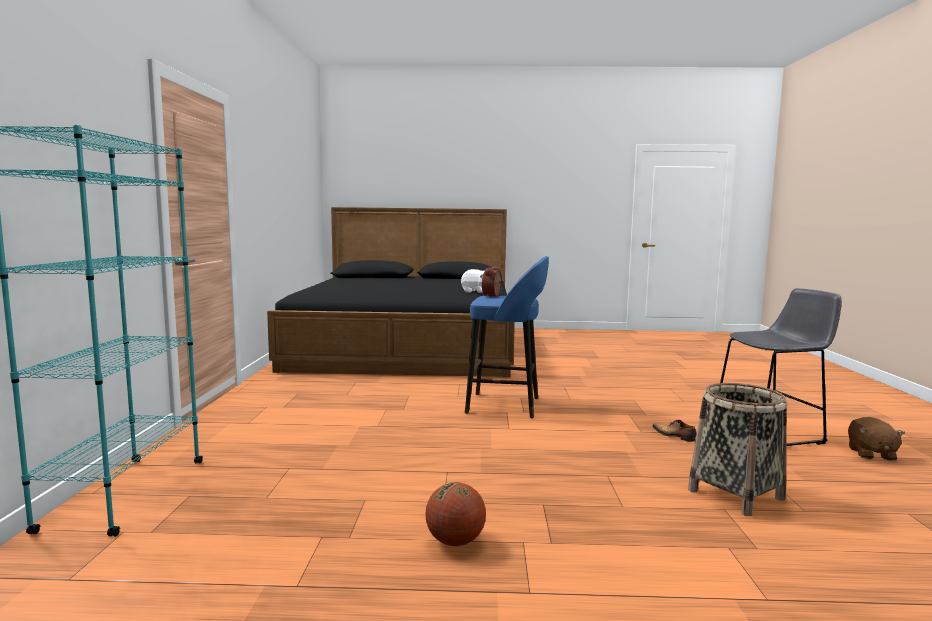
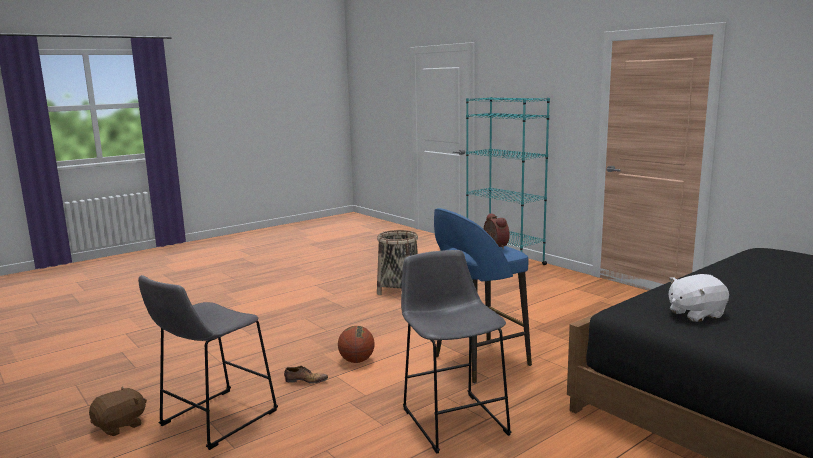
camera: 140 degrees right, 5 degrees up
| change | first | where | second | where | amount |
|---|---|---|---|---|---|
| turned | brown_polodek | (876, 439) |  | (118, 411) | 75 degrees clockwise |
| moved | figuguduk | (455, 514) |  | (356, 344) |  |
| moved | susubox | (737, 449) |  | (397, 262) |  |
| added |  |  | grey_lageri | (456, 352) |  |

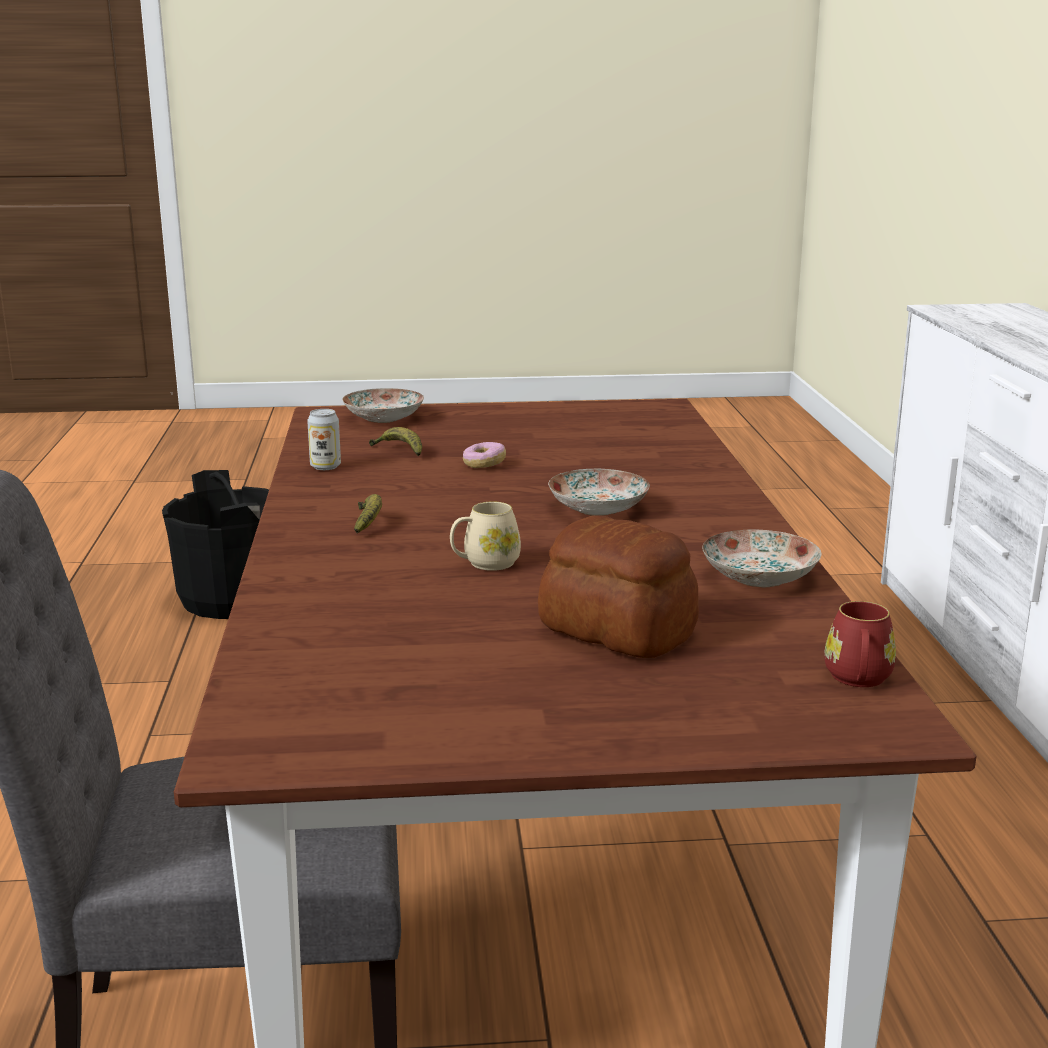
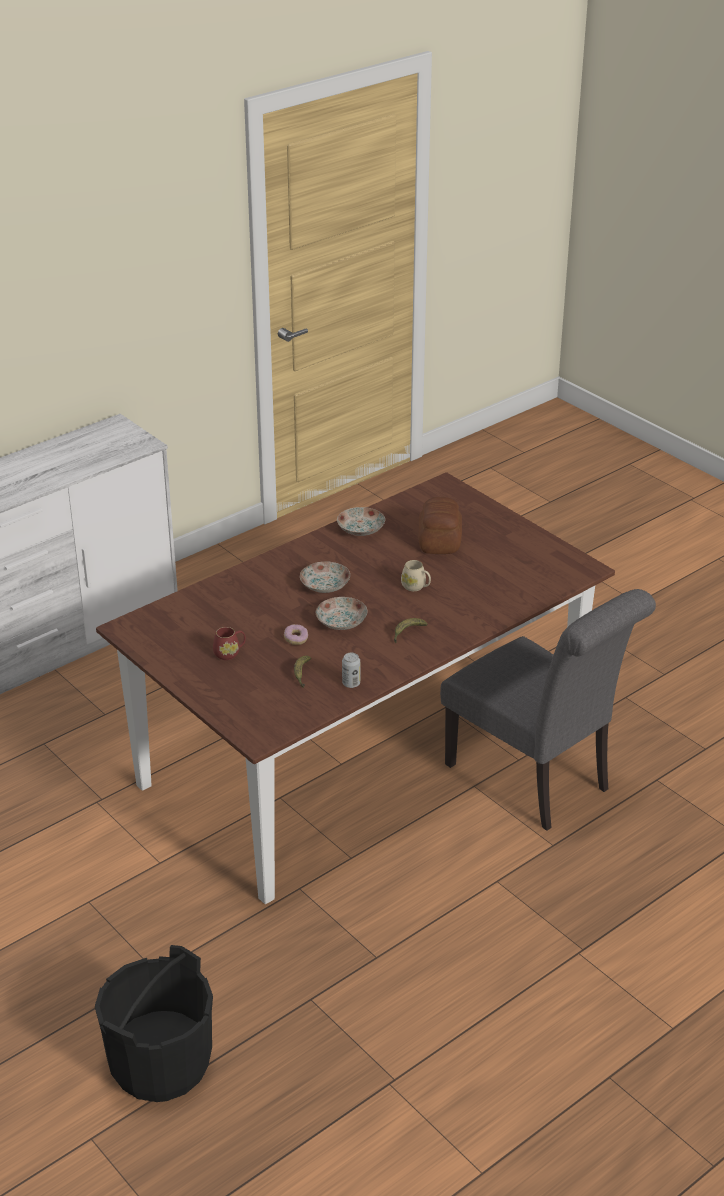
camera: 125 degrees left, 15 degrees up
| change | first | where | second | where | amount |
|---|---|---|---|---|---|
| moved | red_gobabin | (860, 644) |  | (229, 643) |  |
| moved | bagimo | (383, 405) |  | (341, 613) |  |

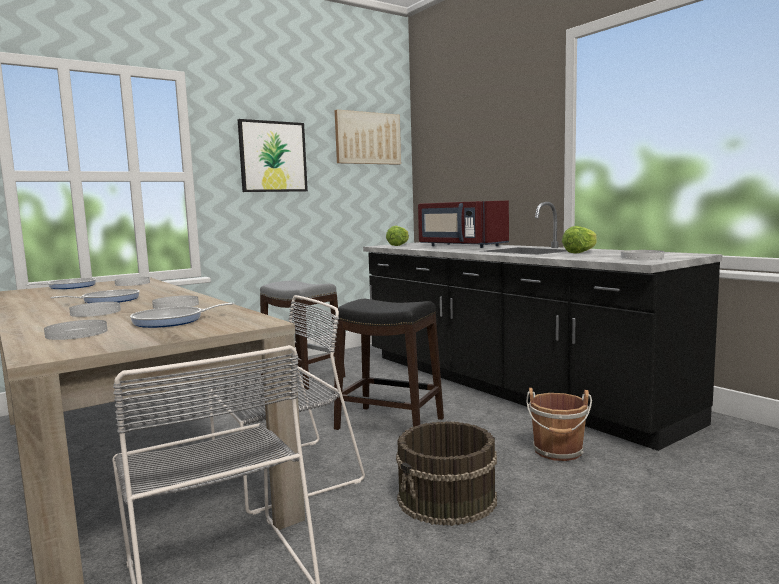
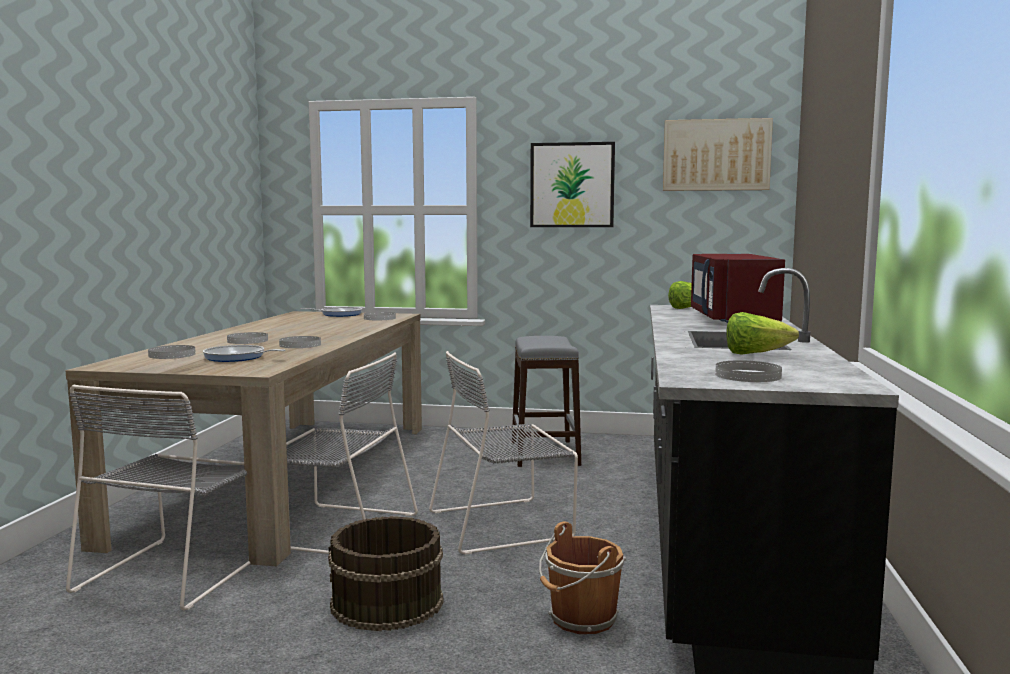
camera: 45 degrees right, 0 degrees up
| change | first | where | second | where | amount |
|---|---|---|---|---|---|
| replaced | black_lageri | (389, 364) | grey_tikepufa | (503, 453) |  |
| removed | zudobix | (95, 296) |  |  |  |

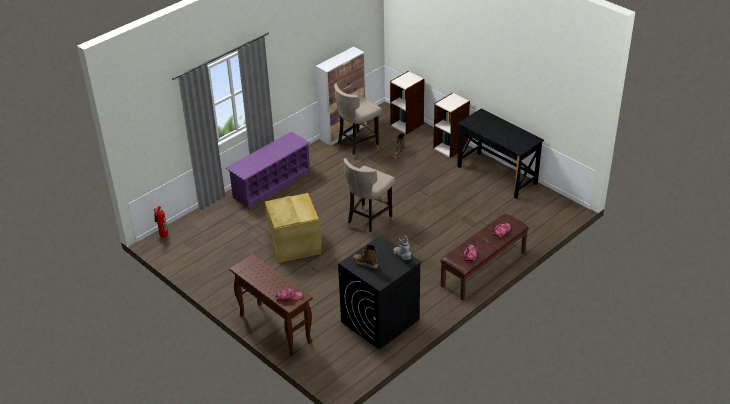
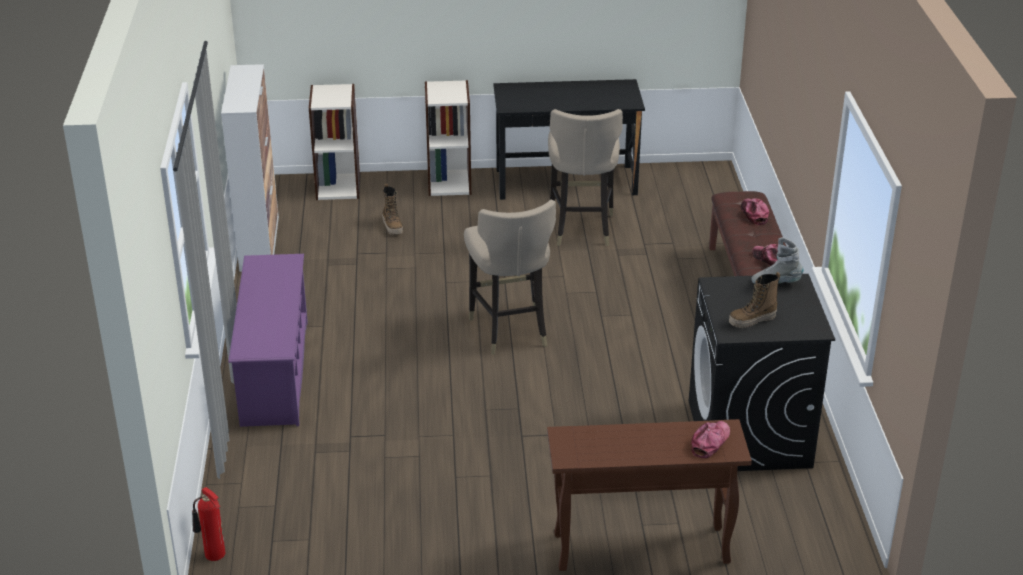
camera: 50 degrees left, 5 degrees down
| change | first | where | second | where | amount |
|---|---|---|---|---|---|
| moved | beige_lageri | (358, 121) |  | (585, 177) |  |
| removed | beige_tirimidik | (293, 228) |  |  |  |

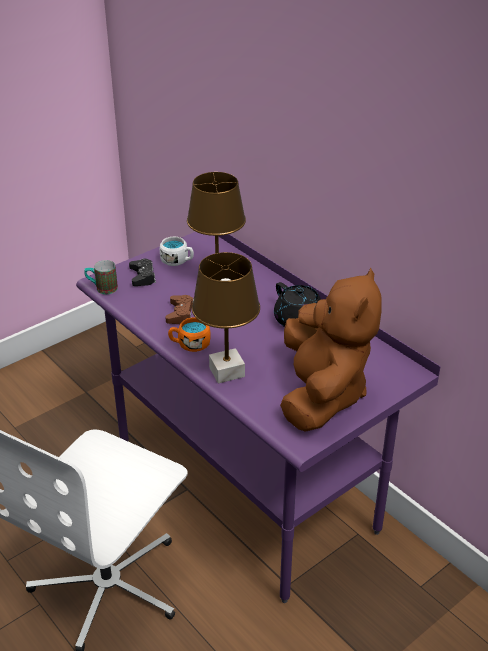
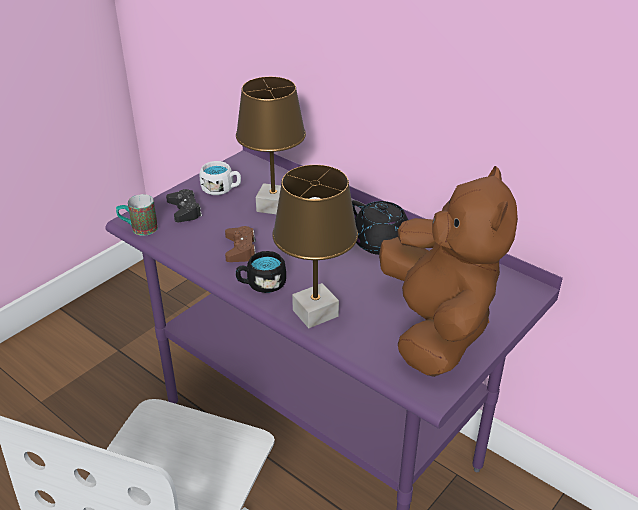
camera: 10 degrees left, 0 degrees up
| change | first | where | second | where | amount |
|---|---|---|---|---|---|
| recoloured | orange_gobabin | (189, 334) | black_gobabin | (261, 272) |  |

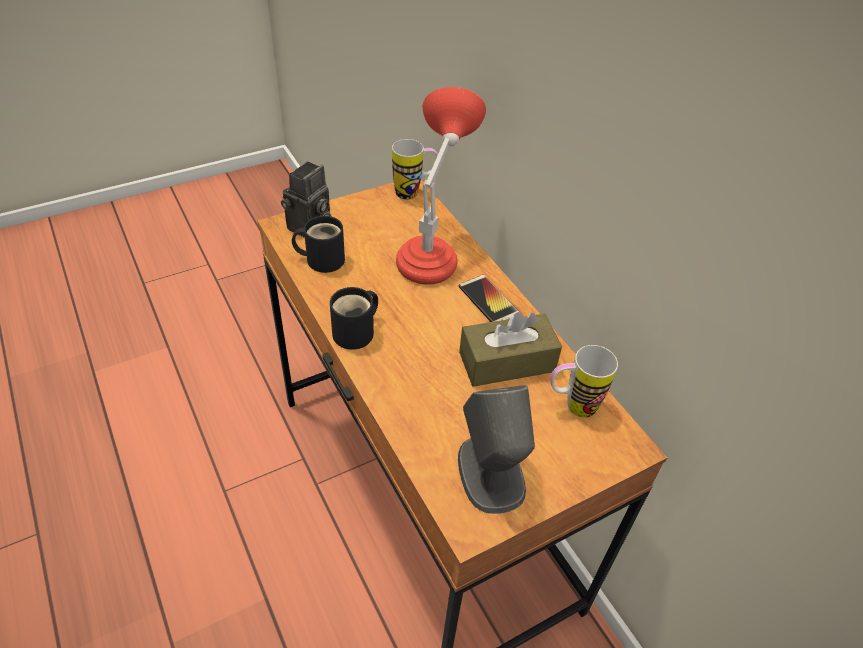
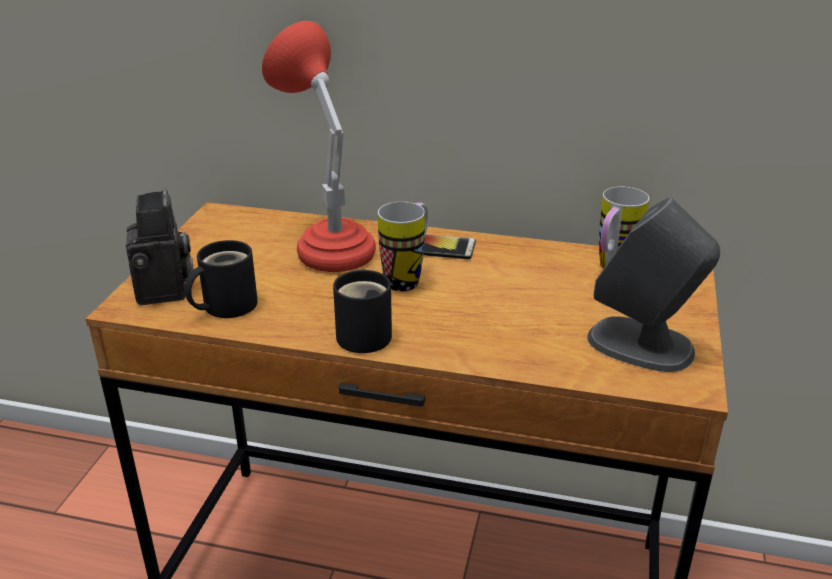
camera: 45 degrees left, 15 degrees down
| change | first | where | second | where | amount |
|---|---|---|---|---|---|
| moved | gobabin | (415, 169) |  | (403, 247) |  |
| removed | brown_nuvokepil | (510, 349) |  |  |  |

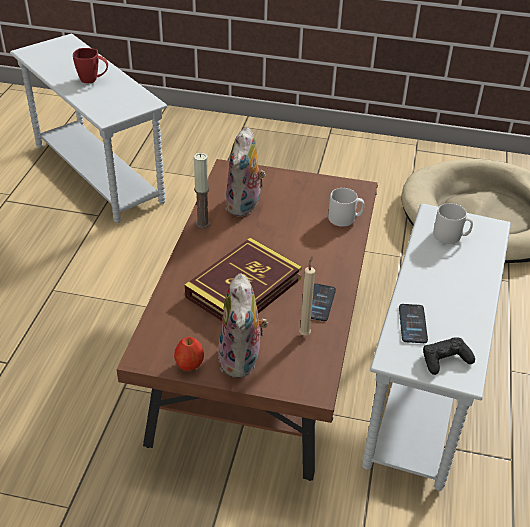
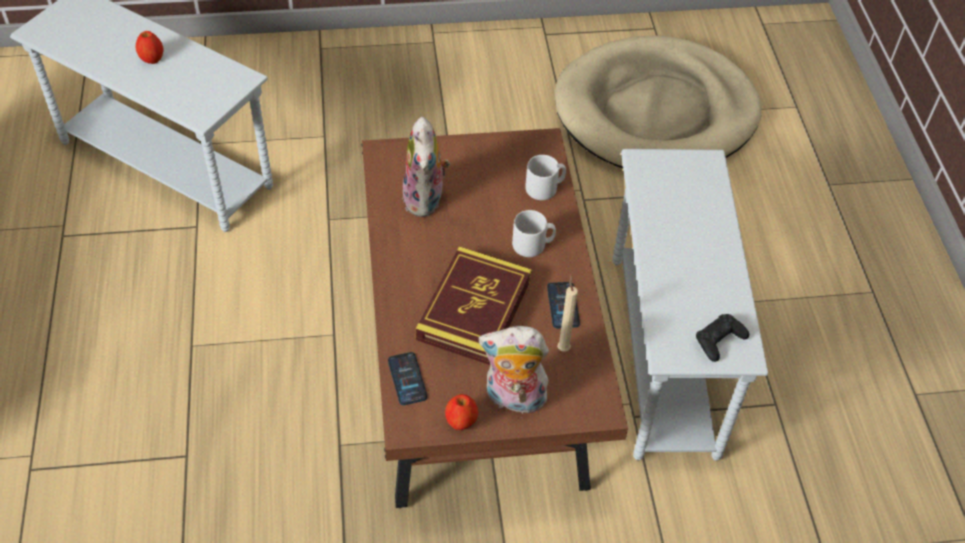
camera: 20 degrees left, 10 degrees up
| change | first | where | second | where | amount |
|---|---|---|---|---|---|
| replaced | red_gobabin | (90, 65) | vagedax | (149, 47) |  |
| moved | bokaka | (413, 323) |  | (407, 378) |  |
| turned | polodek | (243, 326) |  | (513, 370) | 120 degrees clockwise |
| moved | grey_gobabin | (453, 223) |  | (534, 233) |  |
| removed | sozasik | (202, 190) |  |  |  |

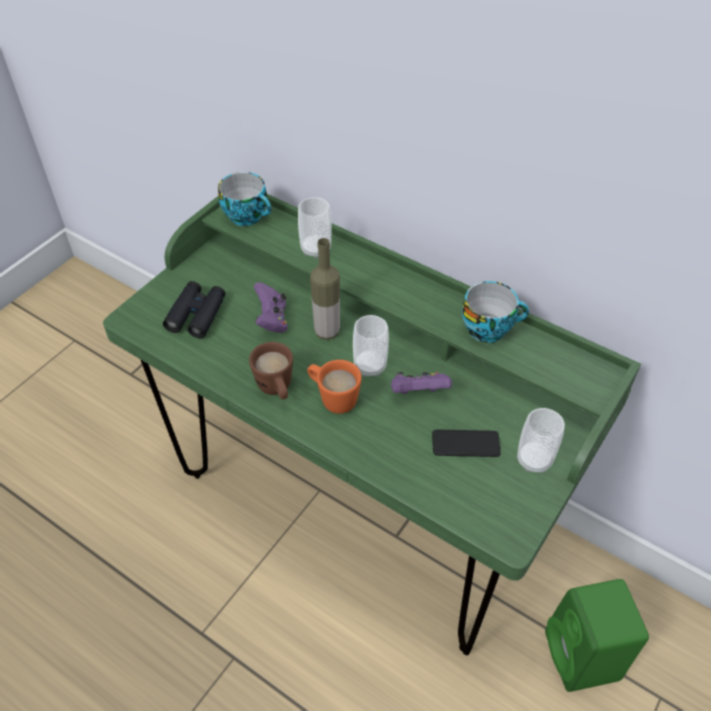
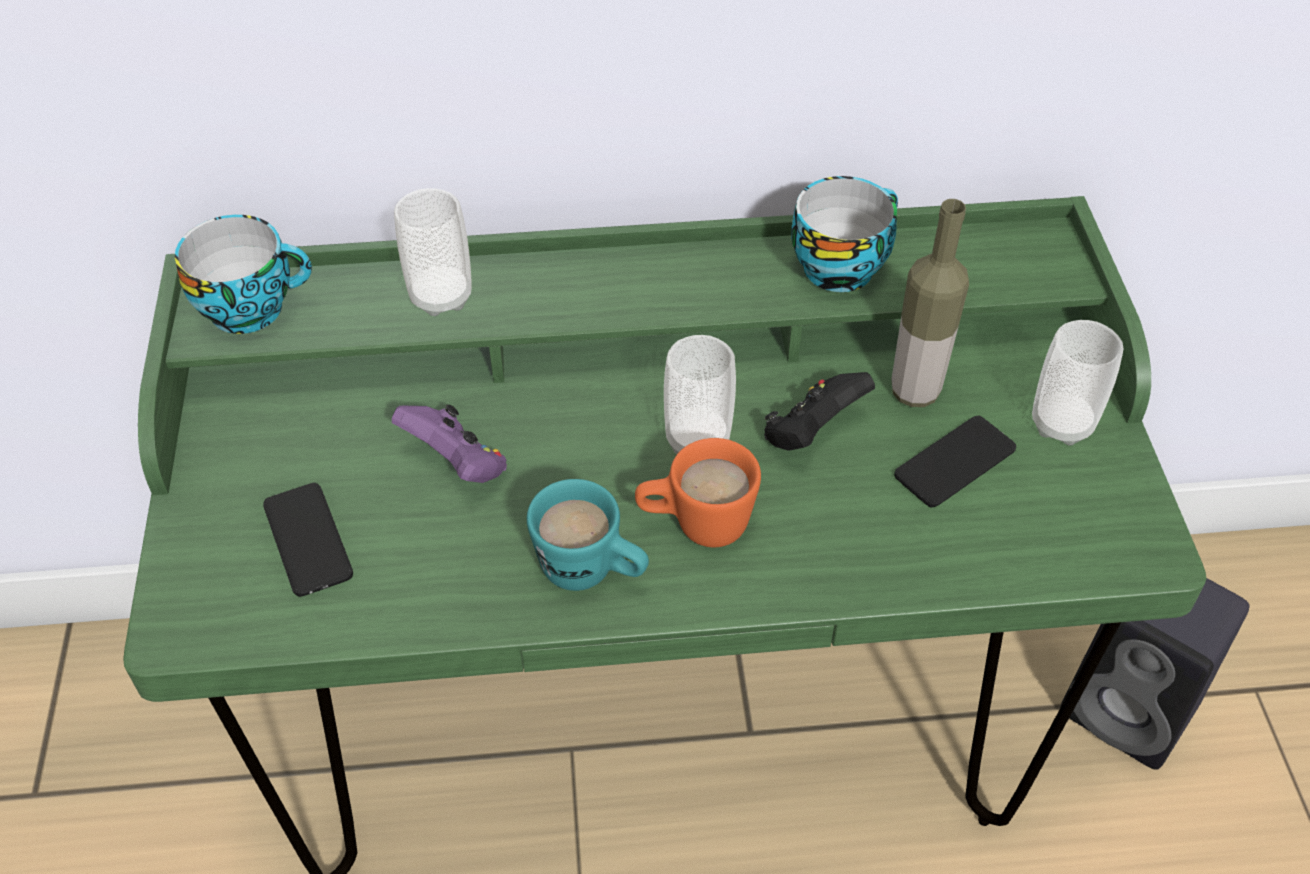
camera: 40 degrees left, 0 degrees up
| change | first | where | second | where | amount |
|---|---|---|---|---|---|
| replaced | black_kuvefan | (194, 309) | bokaka | (308, 540) |  |
| recoloured | brown_gobabin | (271, 370) | turquoise_gobabin | (588, 535) |  |
| recoloured | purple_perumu | (421, 383) | black_perumu | (819, 411) |  |
| moved | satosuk | (325, 289) |  | (930, 303) |  |
| recoloured | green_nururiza | (597, 635) | black_nururiza | (1155, 674) |  |

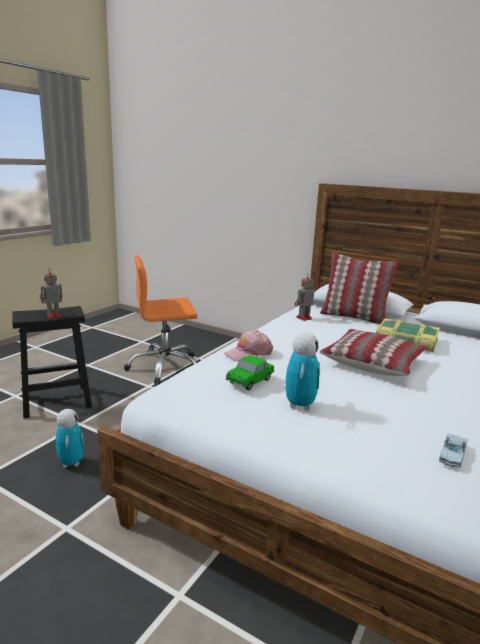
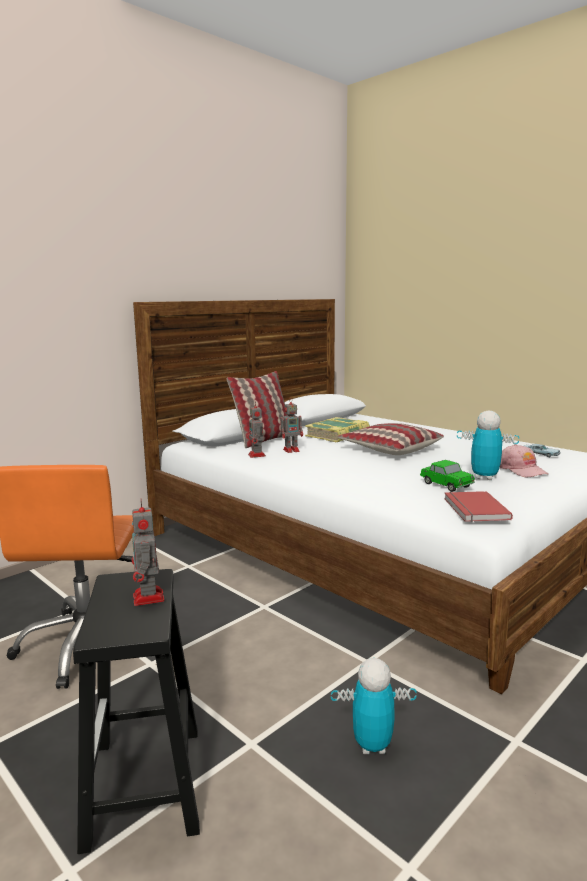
camera: 75 degrees left, 5 degrees down
| change | first | where | second | where | amount |
|---|---|---|---|---|---|
| added |  |  | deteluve | (291, 425) |  |
| added |  |  | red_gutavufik | (478, 506) |  |
| moved | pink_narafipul | (248, 346) |  | (524, 460) |  |

